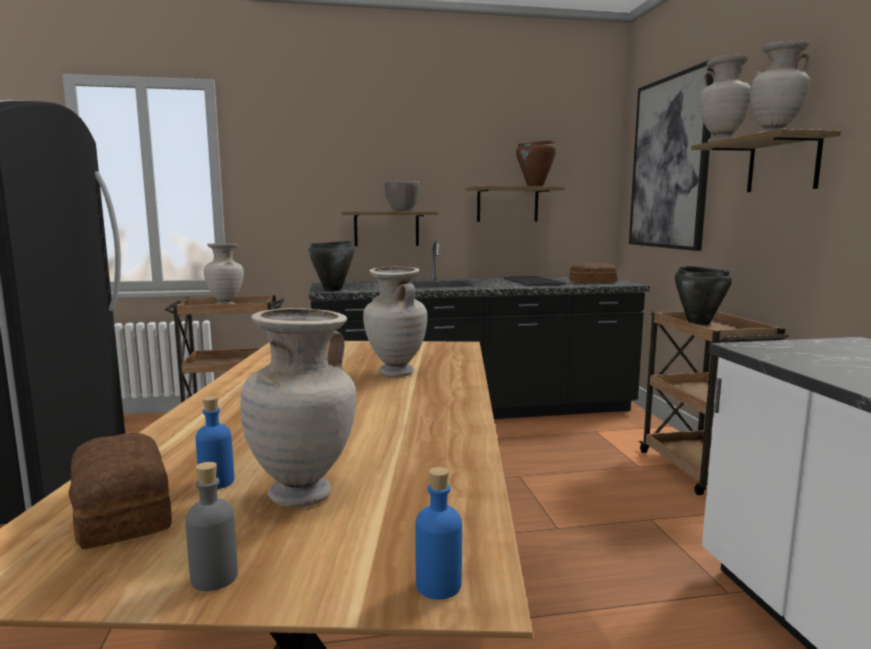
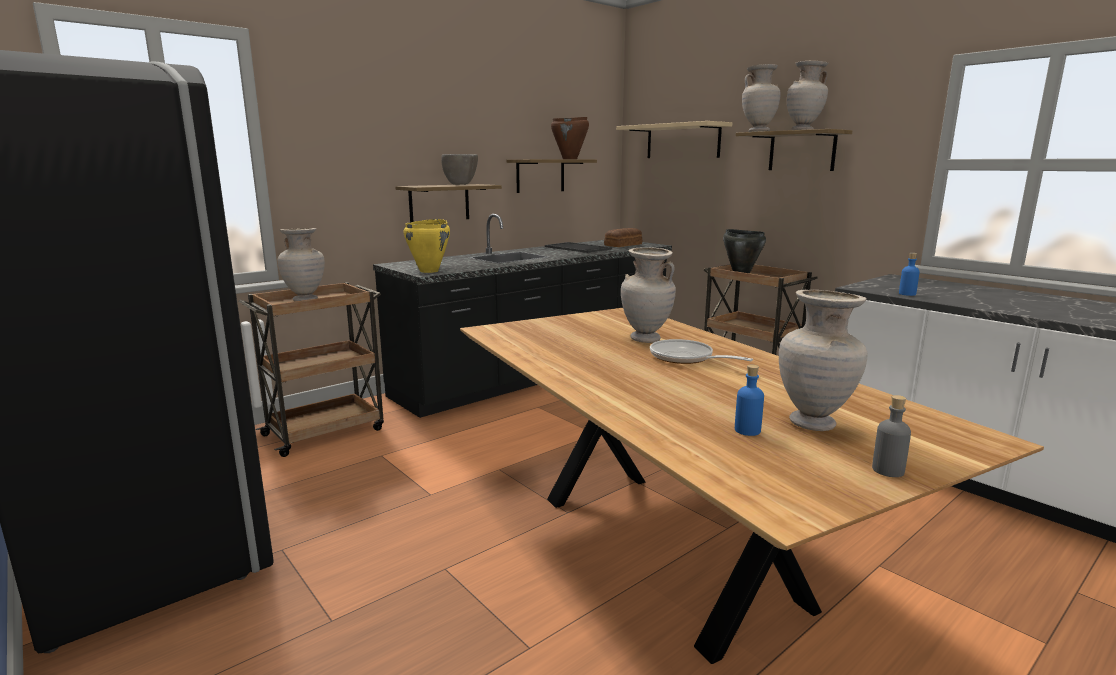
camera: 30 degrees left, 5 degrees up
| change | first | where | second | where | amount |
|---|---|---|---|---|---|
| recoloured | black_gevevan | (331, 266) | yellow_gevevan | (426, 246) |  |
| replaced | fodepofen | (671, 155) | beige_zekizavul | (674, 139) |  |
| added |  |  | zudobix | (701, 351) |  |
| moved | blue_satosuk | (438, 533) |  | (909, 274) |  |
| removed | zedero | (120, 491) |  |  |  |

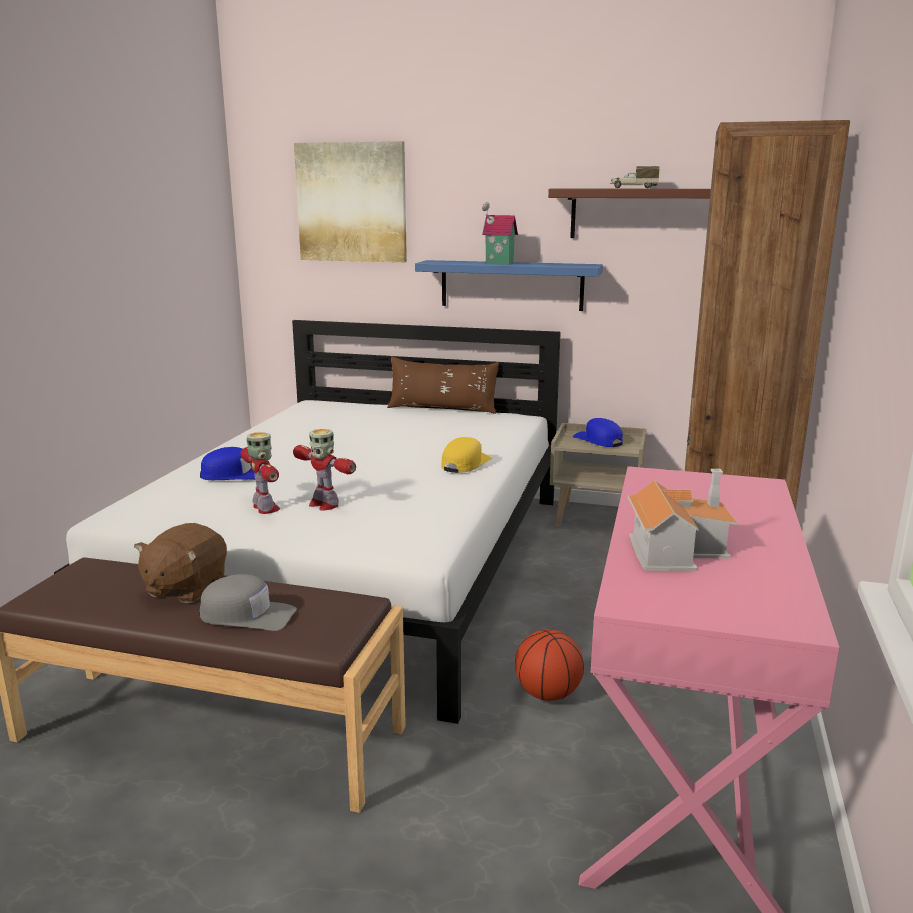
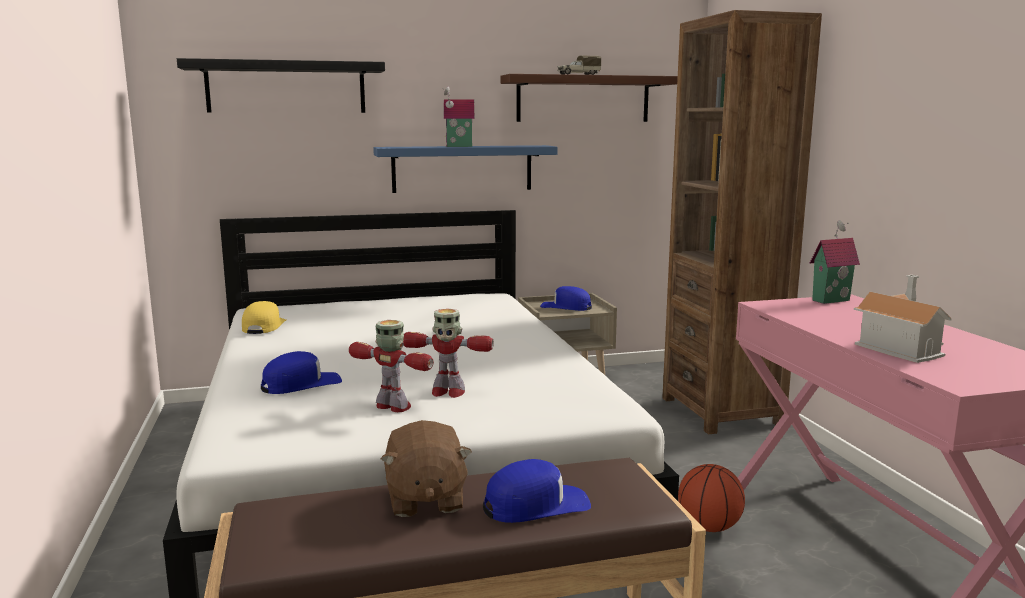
camera: 30 degrees left, 5 degrees down
| change | first | where | second | where | amount |
|---|---|---|---|---|---|
| replaced | fodepofen | (350, 201) | black_zekizavul | (281, 85) |  |
| moved | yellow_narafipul | (466, 455) |  | (264, 317) |  |
| recoloured | grey_narafipul | (248, 602) | blue_narafipul | (537, 491) |  |
| added |  |  | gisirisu | (835, 262) |  |
| removed | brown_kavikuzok | (443, 385) |  |  |  |

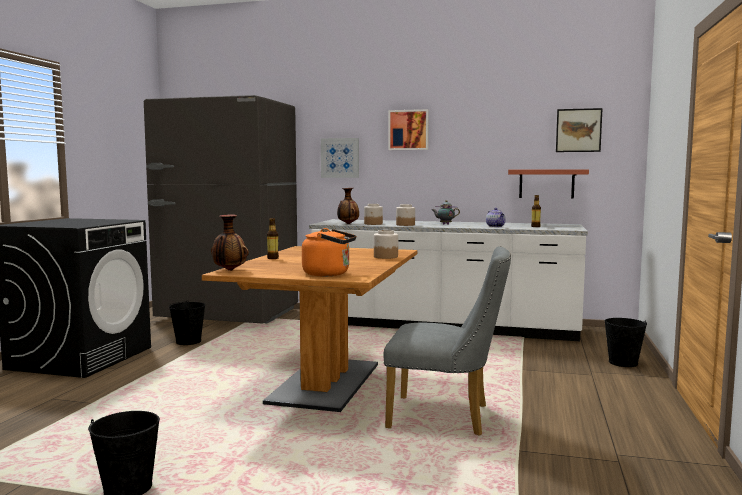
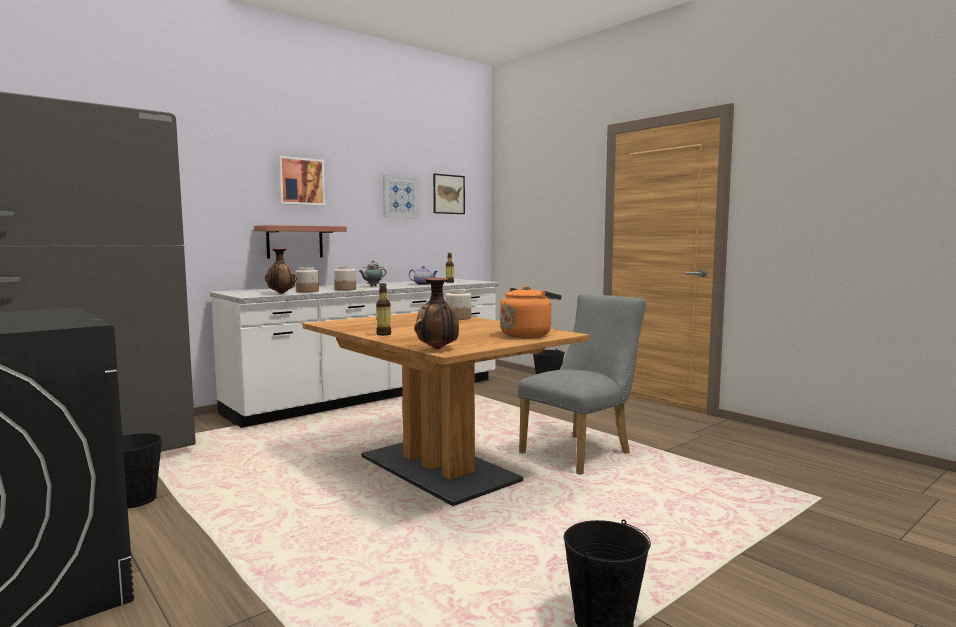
camera: 55 degrees left, 0 degrees up
| change | first | where | second | where | amount |
|---|---|---|---|---|---|
| moved | zekizavul | (548, 184) |  | (300, 242) |  |
| moved | fodepofen | (340, 158) |  | (401, 196) |  |

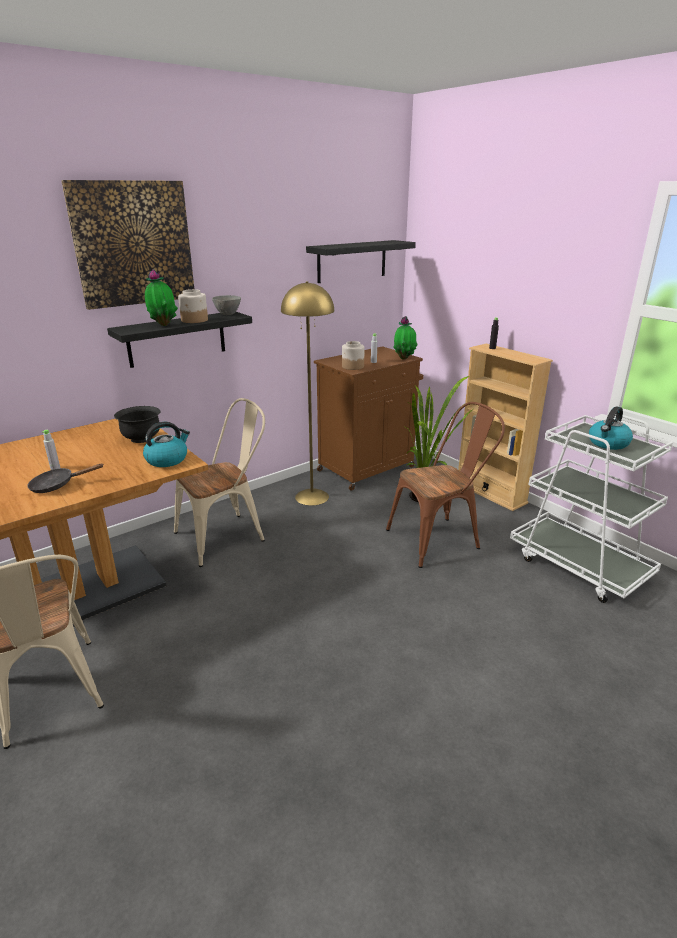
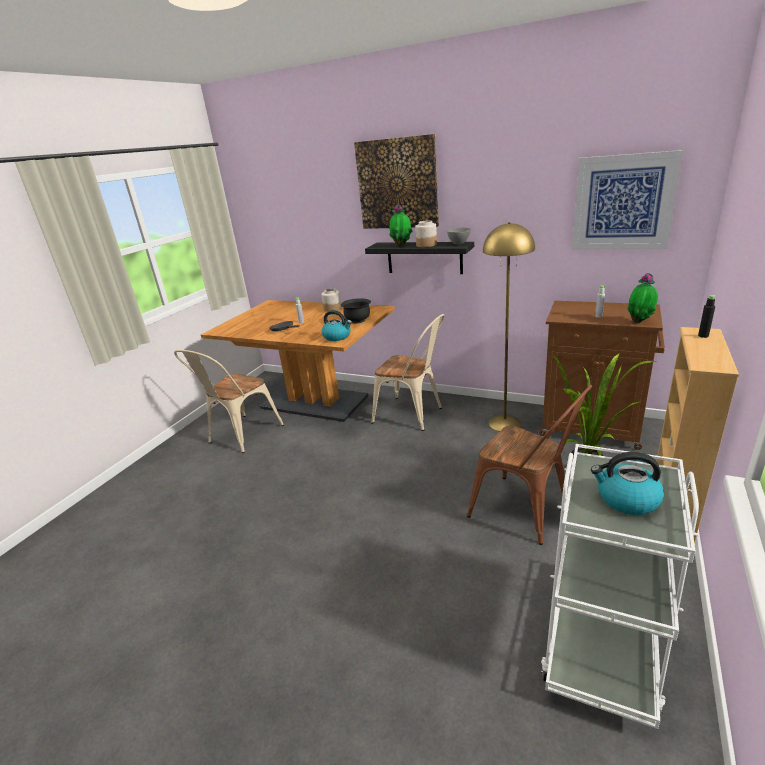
camera: 65 degrees right, 0 degrees up
| change | first | where | second | where | amount |
|---|---|---|---|---|---|
| moved | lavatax | (353, 355) |  | (331, 300) |  |
| replaced | black_zekizavul | (361, 261) | fodepofen | (627, 199) |  |

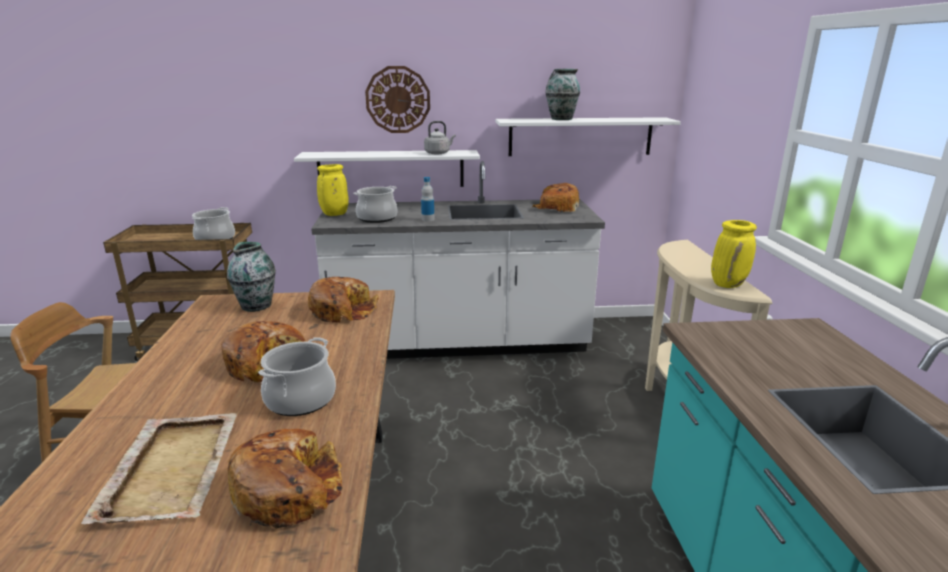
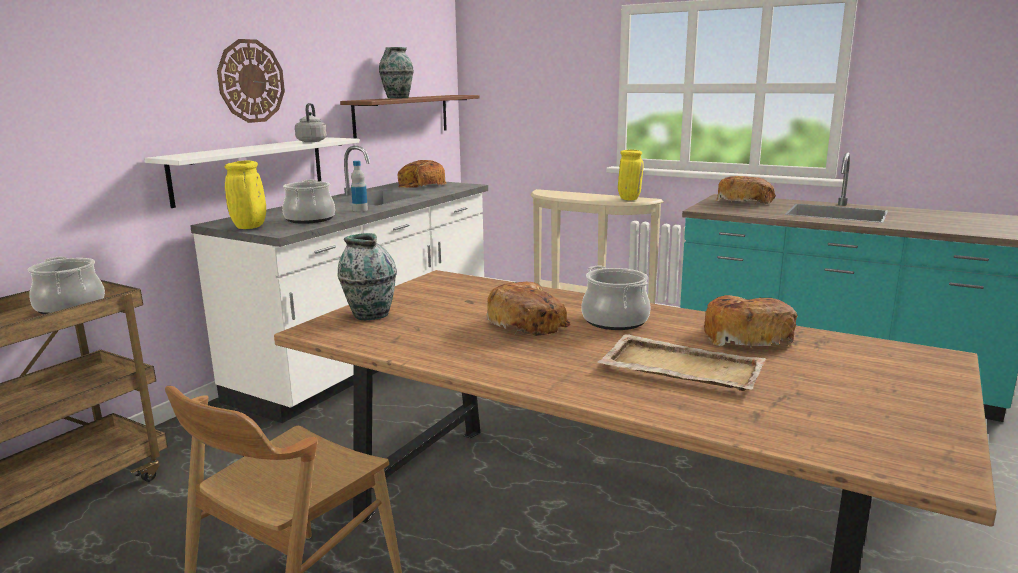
camera: 55 degrees left, 5 degrees down
| change | first | where | second | where | amount |
|---|---|---|---|---|---|
| recoloured | white_zekizavul | (588, 136) | brown_zekizavul | (410, 117) |  |
| moved | zedero | (343, 300) |  | (746, 190) |  |

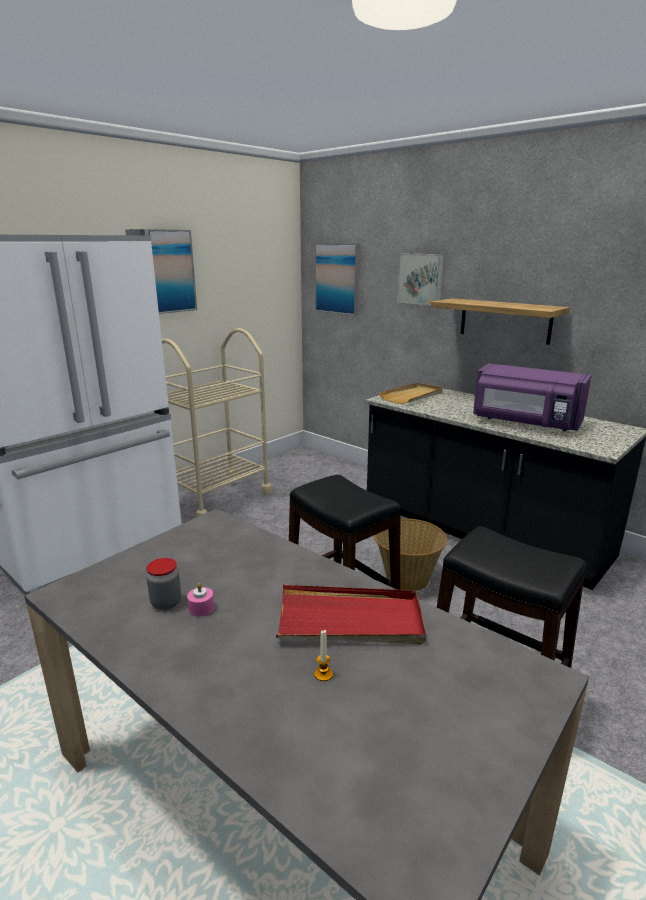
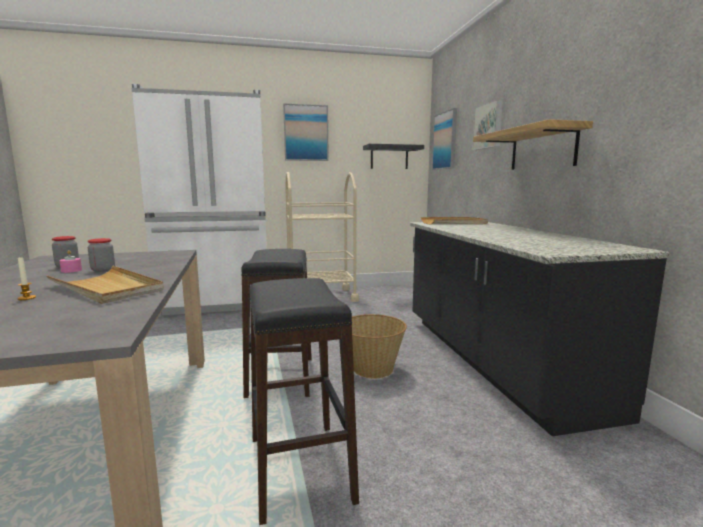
camera: 35 degrees right, 10 degrees down
| change | first | where | second | where | amount |
|---|---|---|---|---|---|
| recoloured | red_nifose | (351, 614) | beige_nifose | (105, 285) |  |
| added |  |  | lavatax | (101, 255) |  |
| added |  |  | black_zekizavul | (393, 156) |  |
| removed | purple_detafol | (532, 397) |  |  |  |

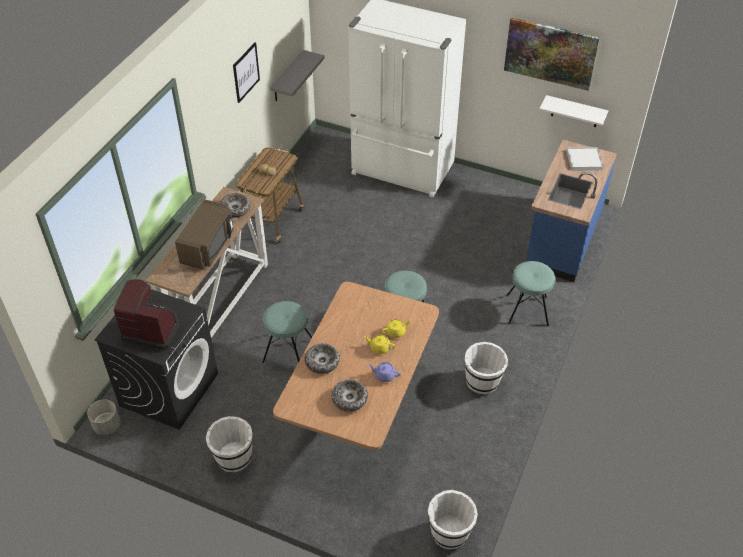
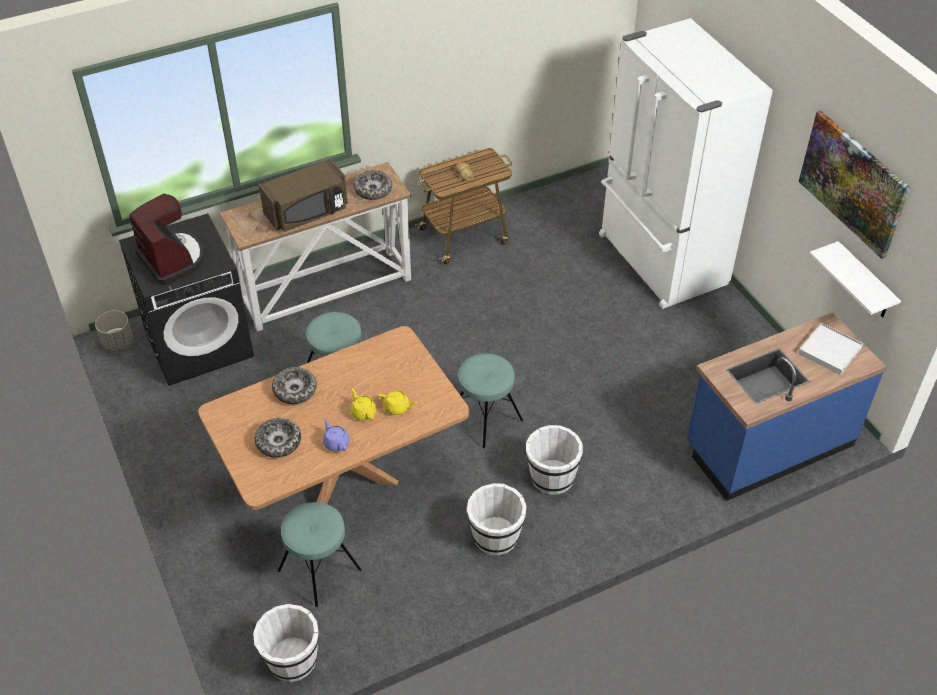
camera: 40 degrees right, 0 degrees up
| change | first | where | second | where | amount |
|---|---|---|---|---|---|
| moved | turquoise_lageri | (531, 293) |  | (320, 554) |  |
| moved | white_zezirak | (229, 444) |  | (554, 460) |  |
| removed | fodepofen | (246, 72) |  |  |  |
| removed | grey_zekizavul | (297, 75) |  |  |  |

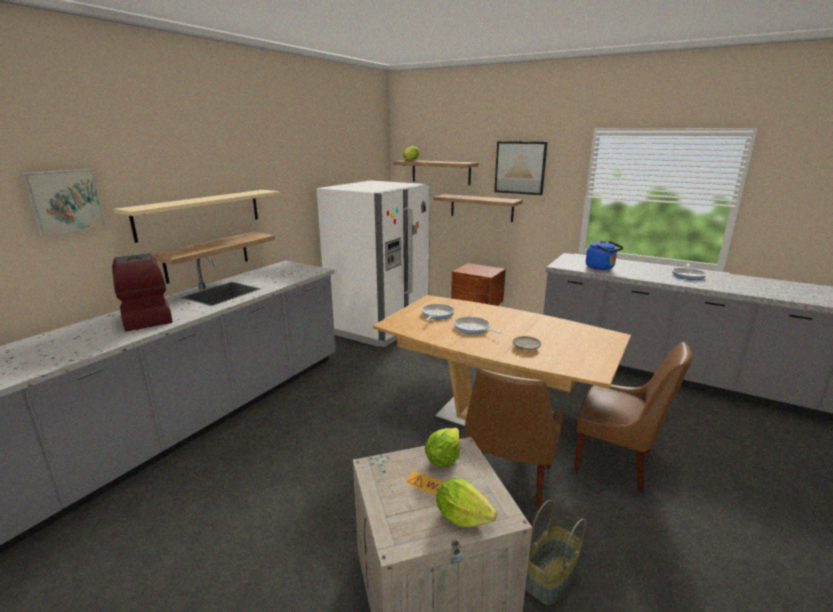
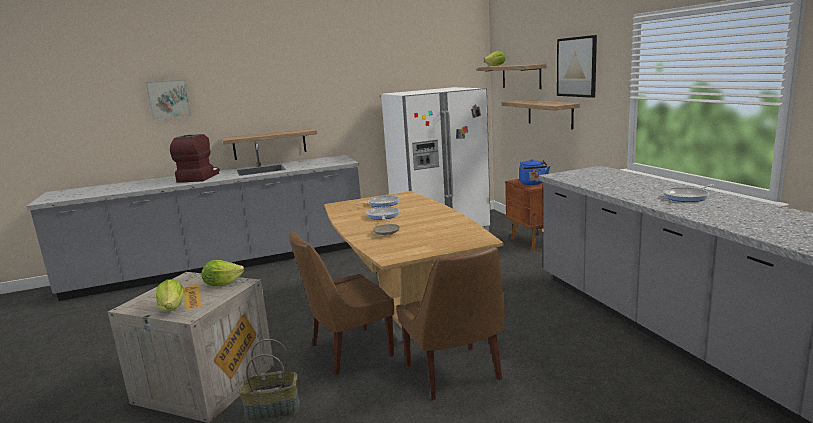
camera: 40 degrees right, 5 degrees down
| change | first | where | second | where | amount |
|---|---|---|---|---|---|
| moved | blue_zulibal | (604, 255) |  | (534, 172) |  |
| removed | beige_zekizavul | (196, 216) |  |  |  |

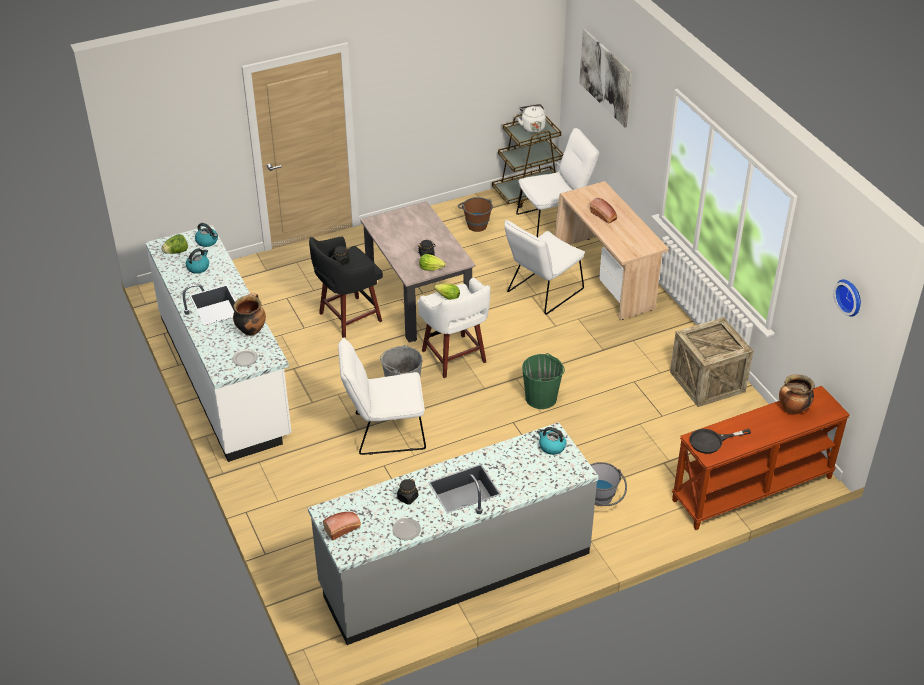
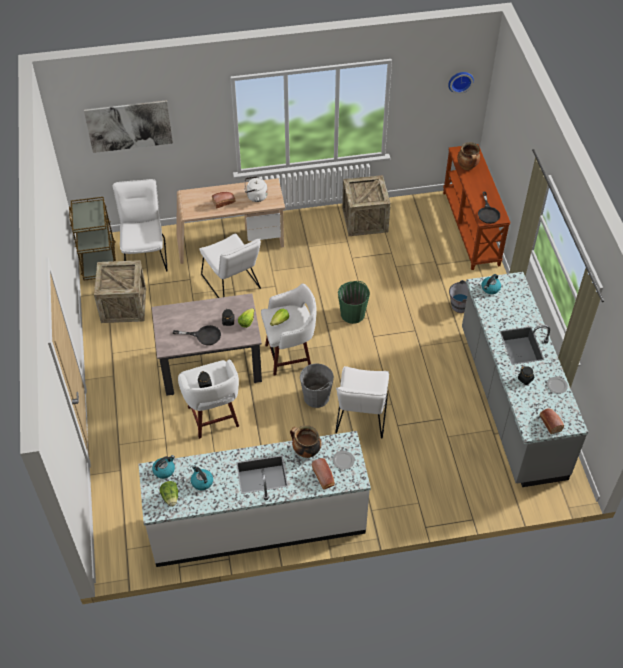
camera: 75 degrees left, 10 degrees up
| change | first | where | second | where | amount |
|---|---|---|---|---|---|
| replaced | brown_zezirak | (475, 214) | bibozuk | (120, 291) |  |
| added |  |  | black_zudobix | (197, 335) |  |
| recoloured | black_lageri | (346, 287) | white_lageri | (208, 399) |  |
| moved | white_zulibal | (532, 118) |  | (256, 189) |  |
| added |  |  | zedero | (323, 473) |  |

